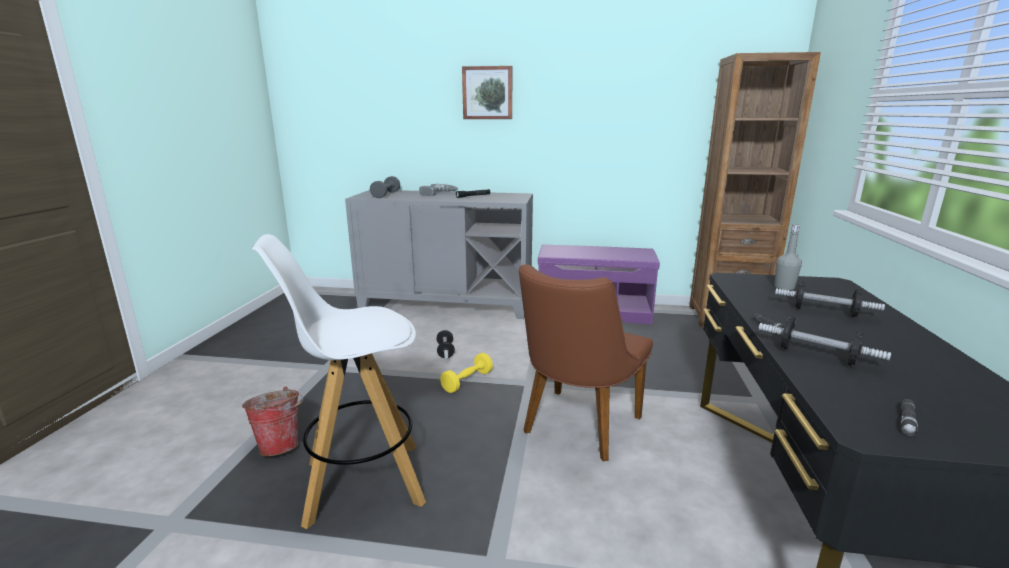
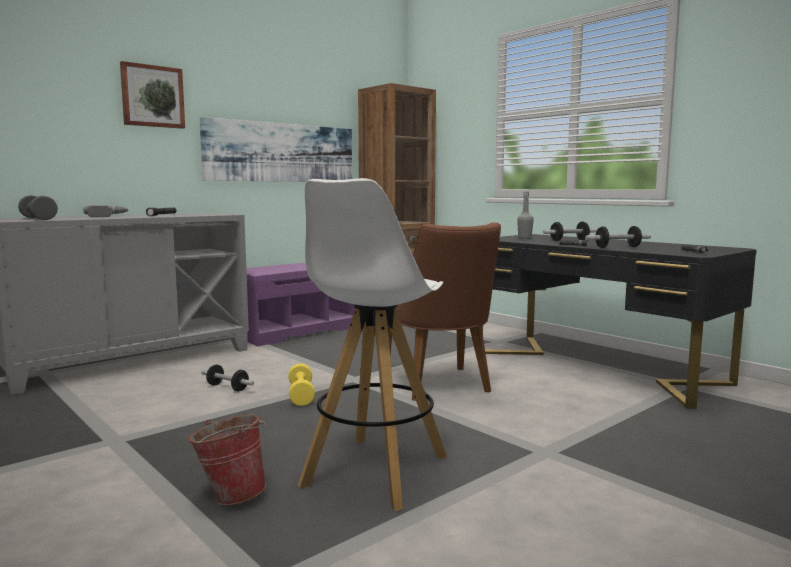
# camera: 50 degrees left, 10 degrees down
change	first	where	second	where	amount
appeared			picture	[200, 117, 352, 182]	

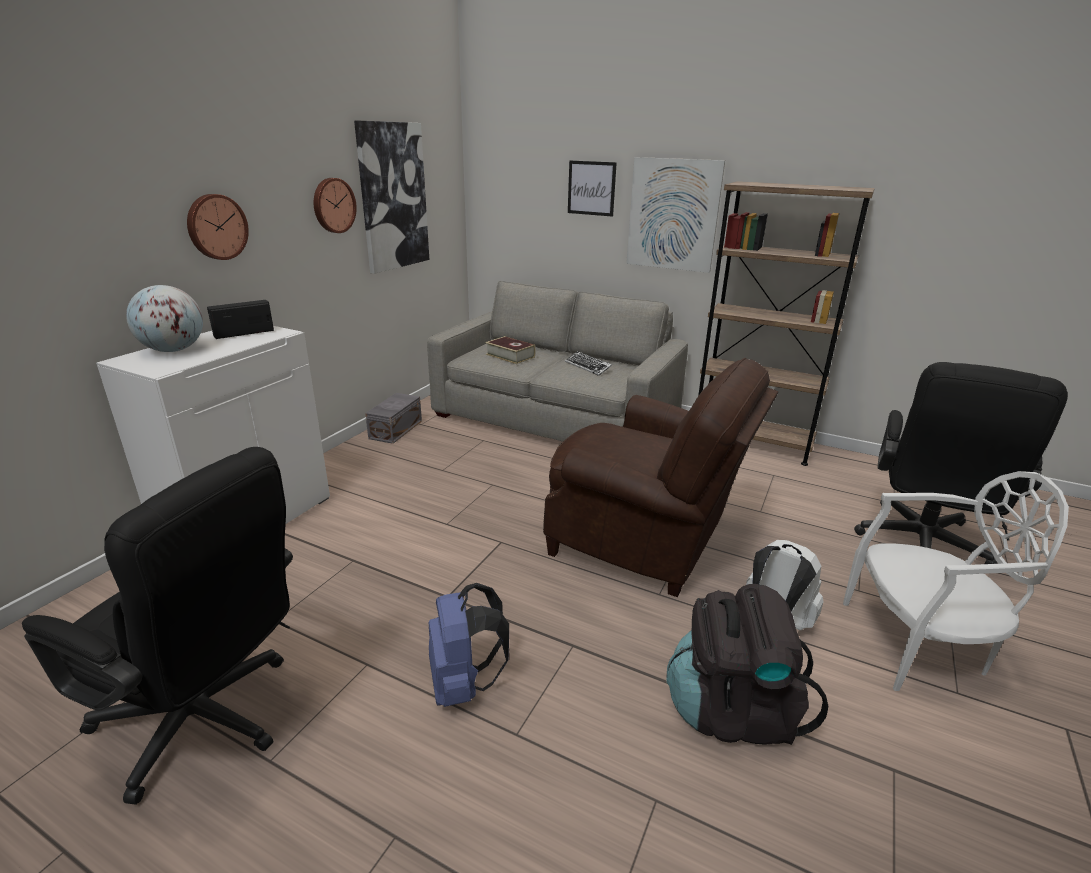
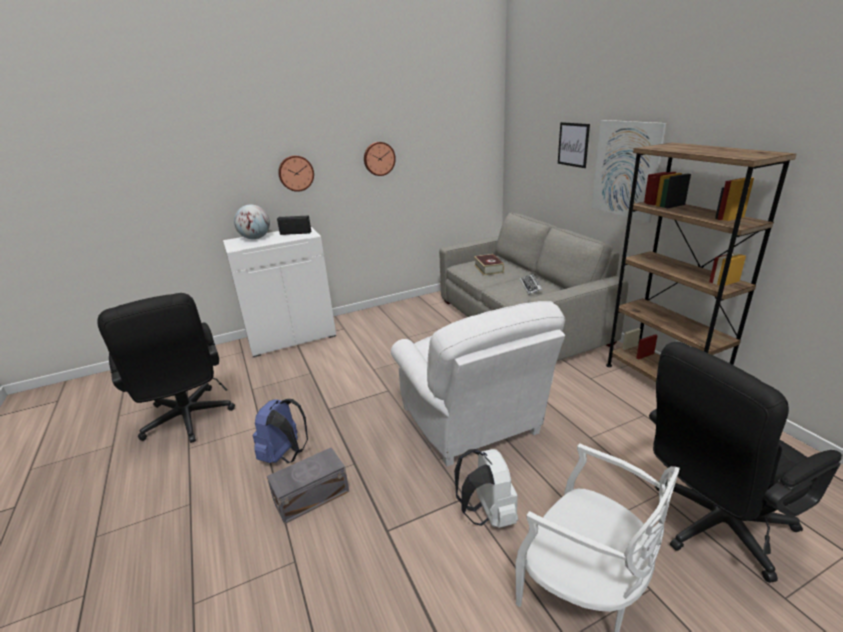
# camera: 40 degrees right, 0 degrees up
change	first	where	second	where	amount
relocated	storage box/grey	[365, 393, 422, 444]		[267, 447, 349, 524]	
colour	armchair/brown	[543, 358, 778, 597]	armchair/white	[391, 301, 566, 466]	
missing	picture	[354, 120, 429, 274]			
missing	backpack/black	[667, 584, 828, 745]			

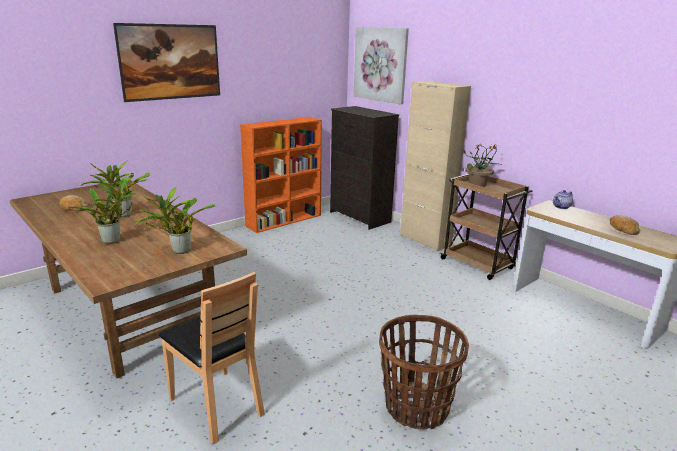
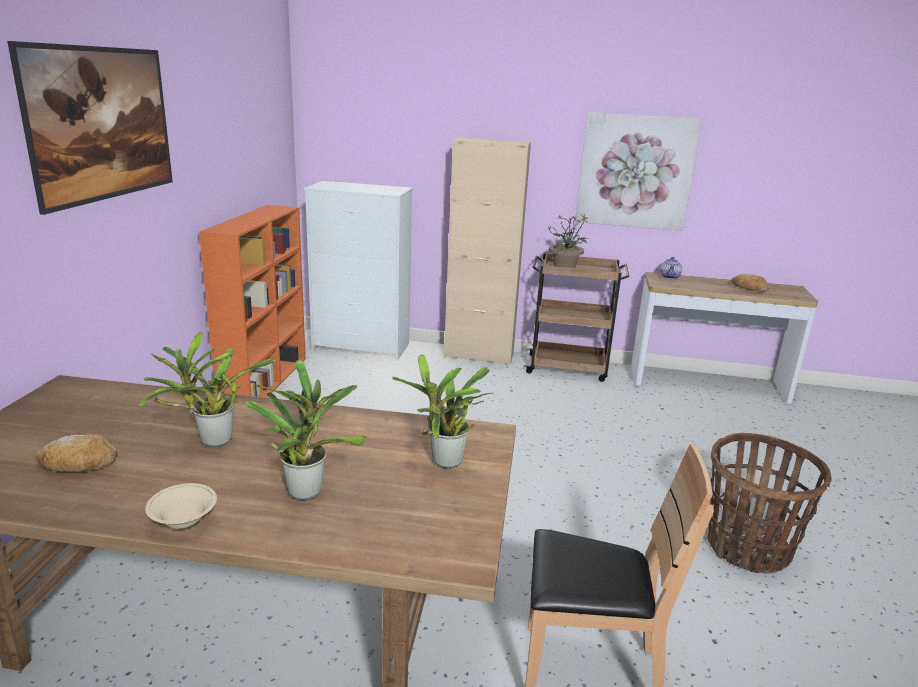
# camera: 40 degrees left, 0 degrees up
change	first	where	second	where	amount
appeared			bowl/beige	[145, 483, 217, 530]	
colour	dresser/black	[330, 106, 399, 230]	dresser/white	[304, 181, 413, 361]	
relocated	picture	[354, 27, 409, 105]		[575, 112, 702, 231]	

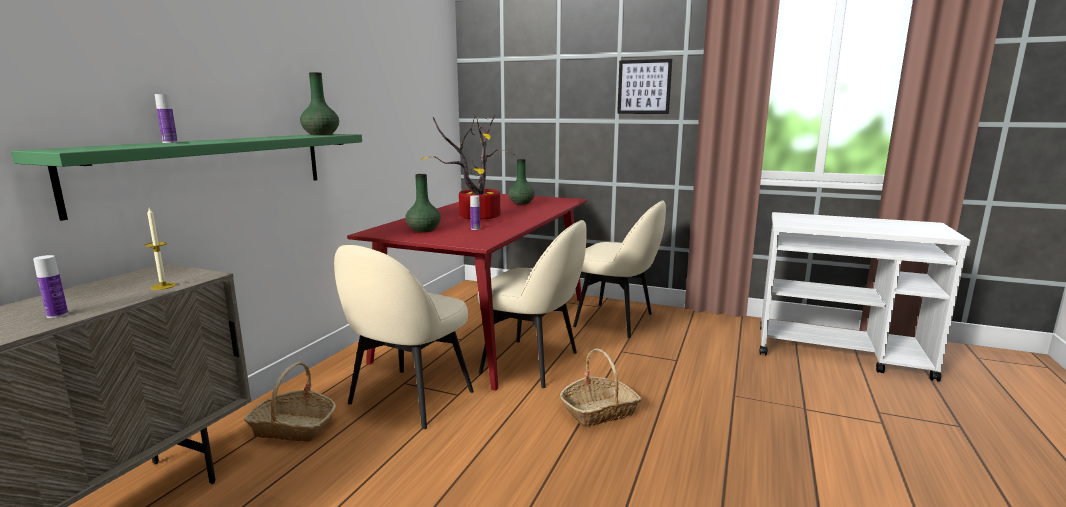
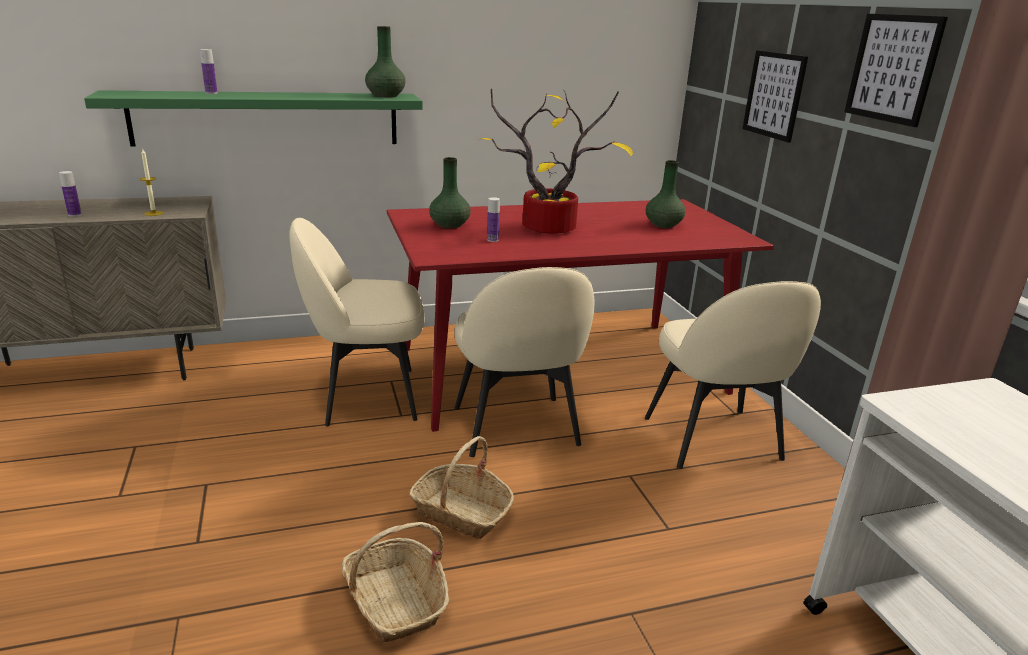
# camera: 50 degrees right, 10 degrees up
change	first	where	second	where	amount
relocated	basket	[244, 362, 336, 442]		[342, 522, 449, 643]	
appeared			picture	[742, 50, 808, 143]	

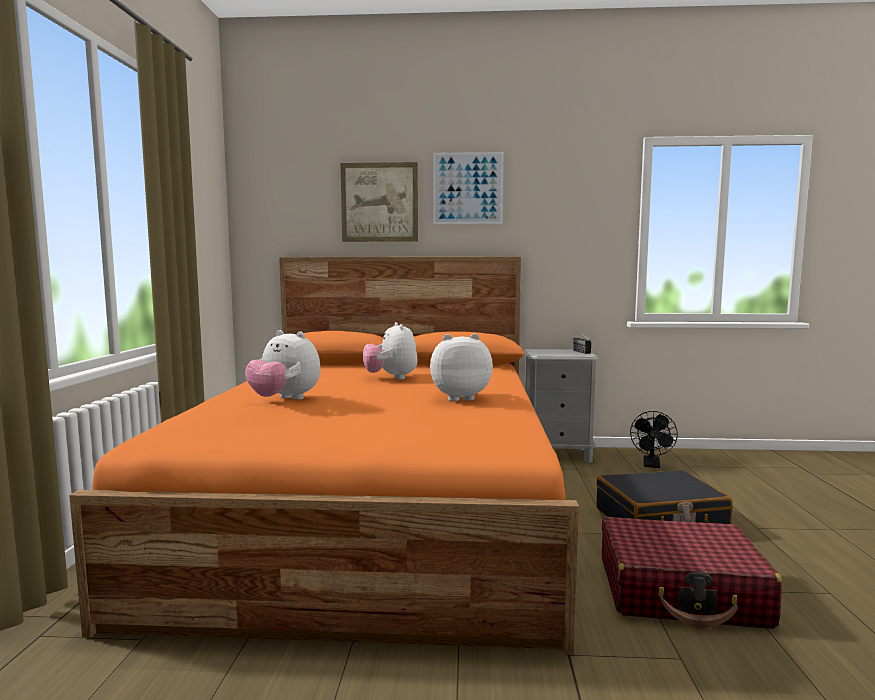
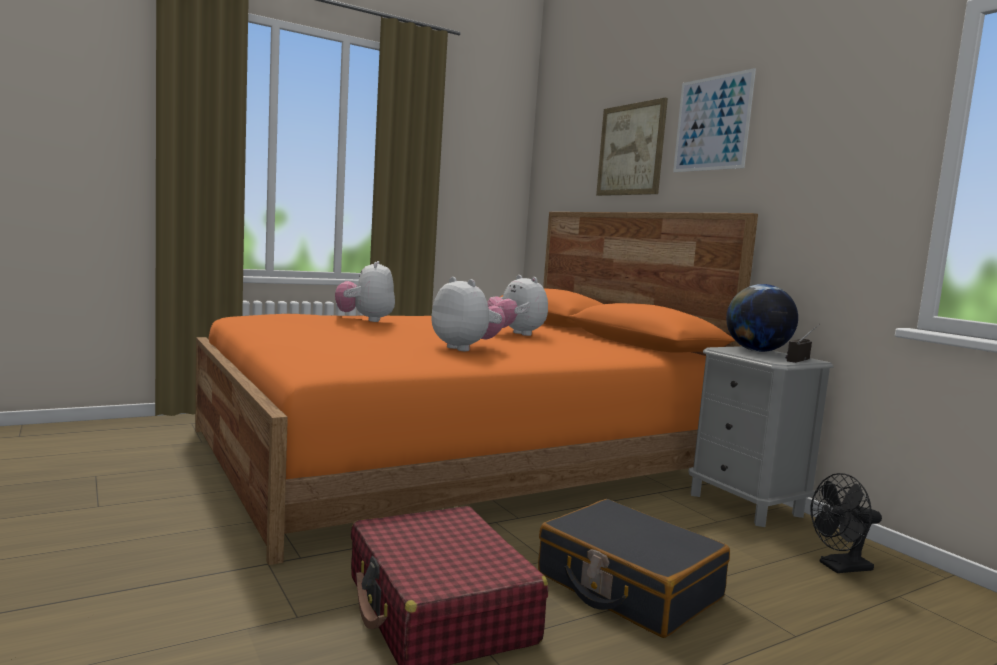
# camera: 55 degrees right, 0 degrees up
change	first	where	second	where	amount
spun	plush toy	[363, 322, 418, 380]		[487, 275, 548, 336]	75 degrees counterclockwise
appeared			globe	[726, 284, 798, 352]	

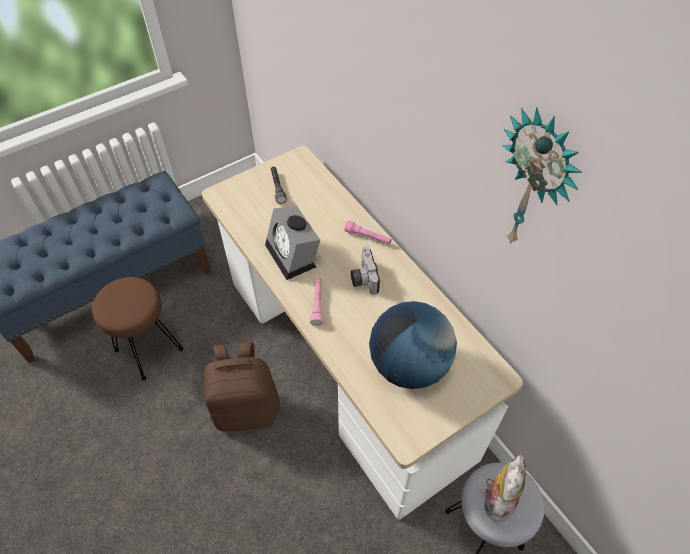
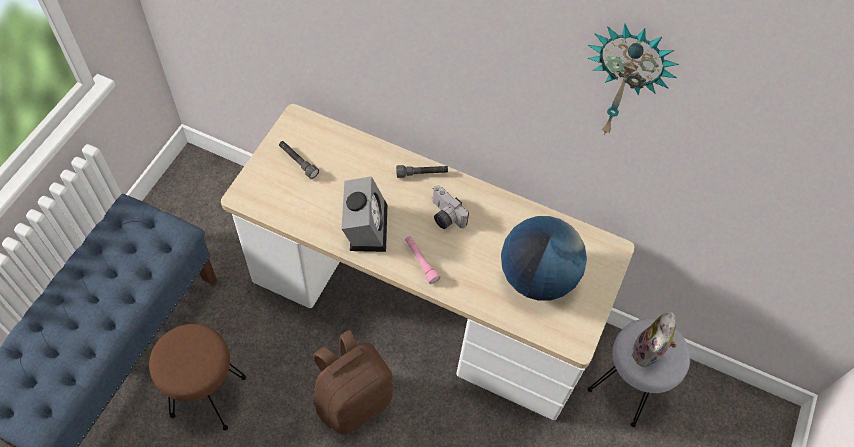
# camera: 35 degrees left, 5 degrees up
change	first	where	second	where	amount
spun	alarm clock	[265, 205, 320, 280]		[342, 176, 387, 252]	120 degrees counterclockwise
colour	flashlight/pink	[344, 220, 392, 244]	flashlight/grey	[396, 165, 448, 178]	
spun	plush toy	[484, 455, 526, 528]		[631, 312, 677, 368]	150 degrees counterclockwise

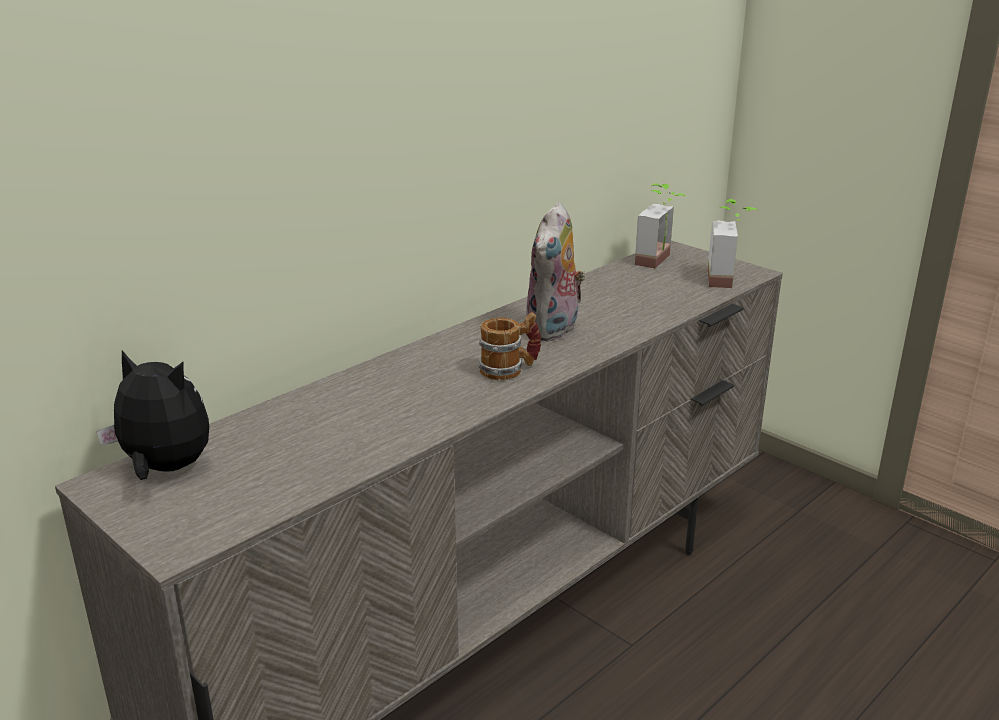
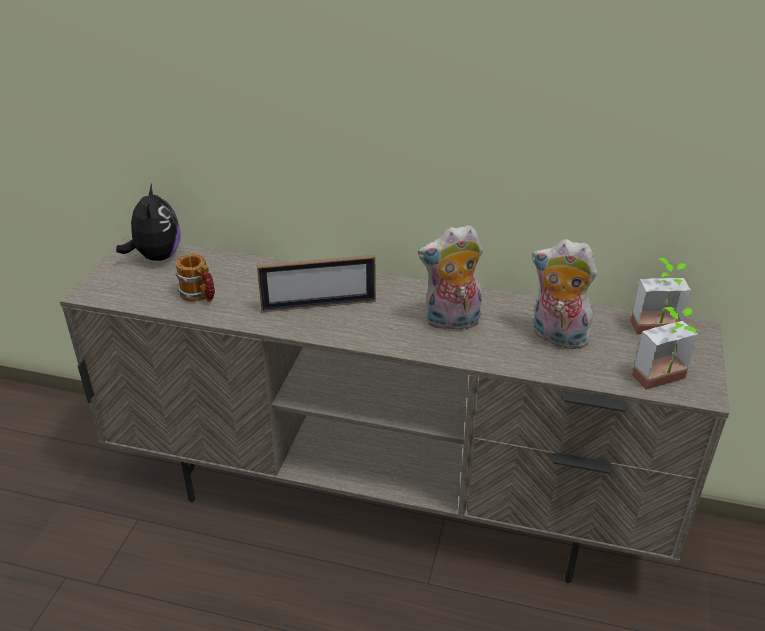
# camera: 60 degrees right, 10 degrees up
change	first	where	second	where	amount
relocated	mug	[478, 312, 541, 380]		[176, 254, 215, 302]	
appeared			picture frame	[257, 255, 376, 312]	
appeared			plush toy	[532, 239, 597, 351]	

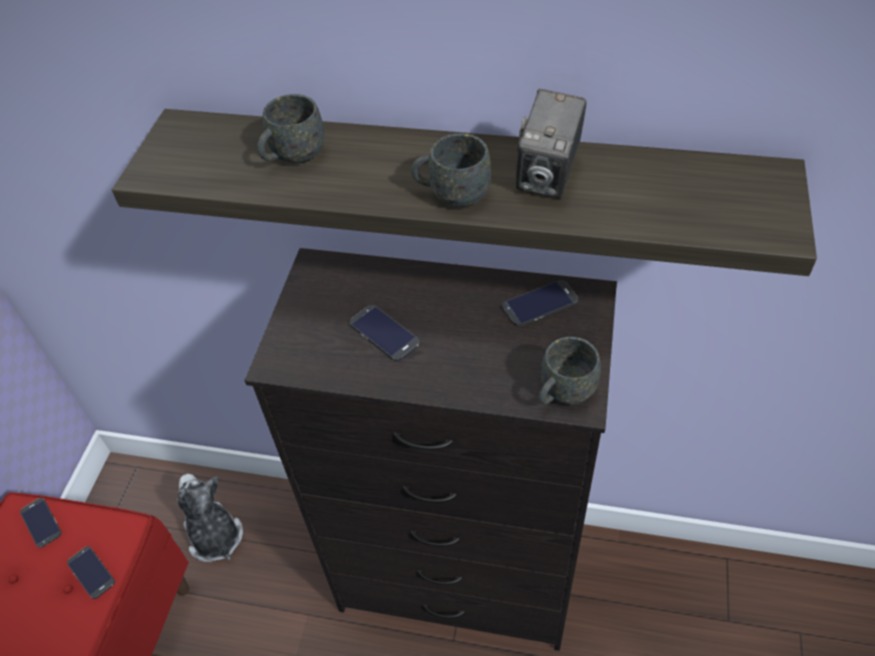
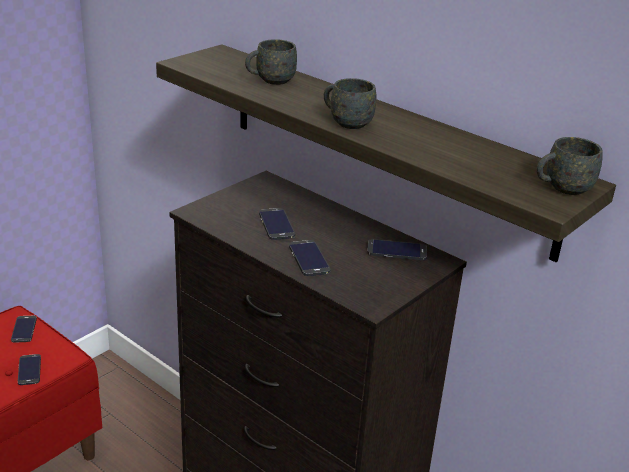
# camera: 25 degrees right, 20 degrees down
change	first	where	second	where	amount
appeared			phone	[289, 240, 330, 276]	
relocated	mug/grey	[539, 337, 601, 405]		[536, 137, 603, 195]	
missing	plush toy	[177, 474, 243, 562]			
missing	photo camera	[516, 89, 587, 199]			

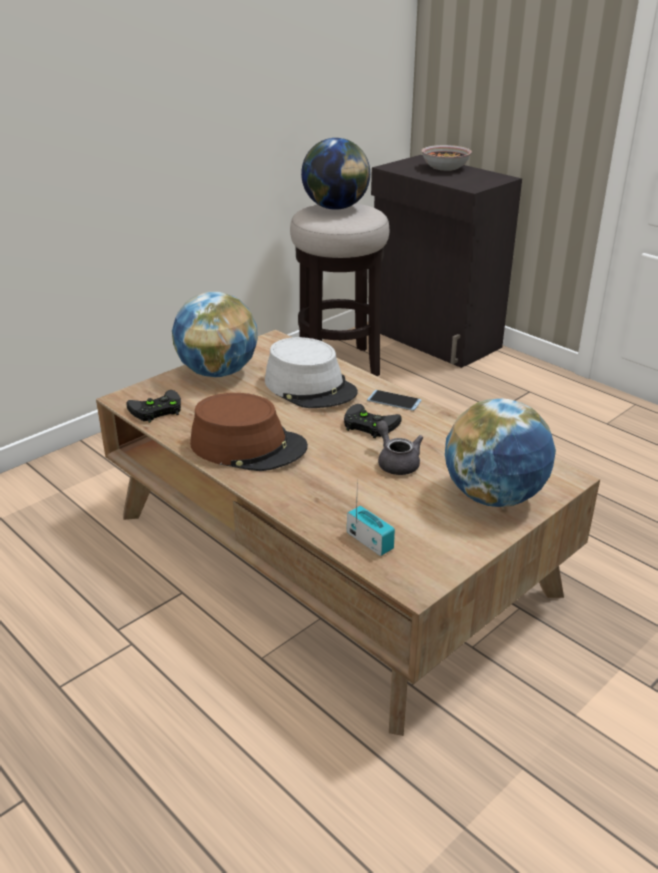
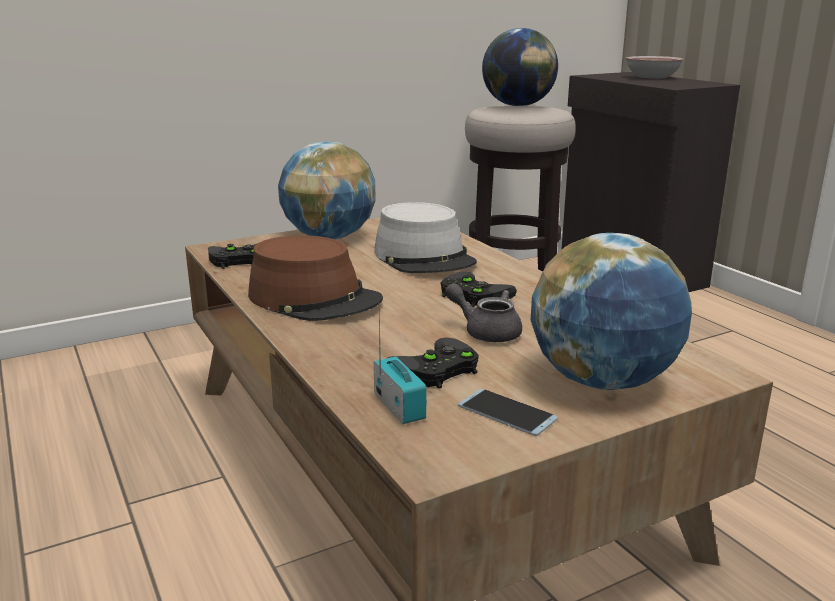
# camera: 15 degrees right, 10 degrees down
change	first	where	second	where	amount
appeared			game controller/black	[388, 337, 479, 389]	
spun	teapot/grey	[376, 420, 423, 475]		[445, 283, 522, 342]	45 degrees counterclockwise
relocated	phone	[367, 390, 422, 411]		[458, 389, 558, 436]	

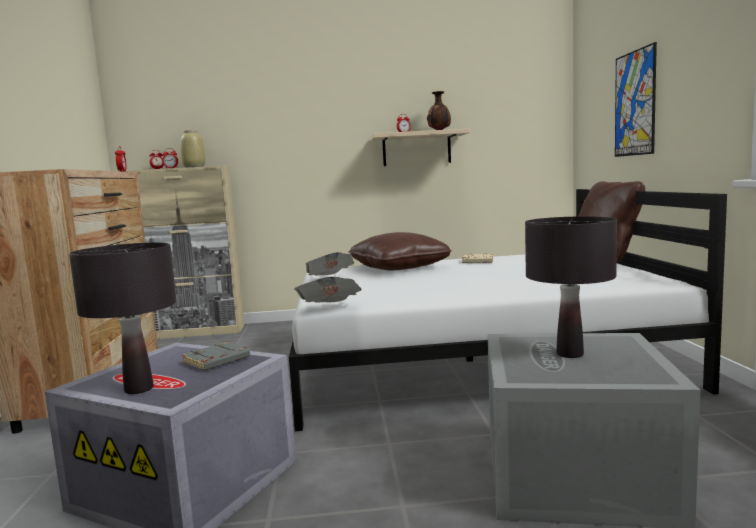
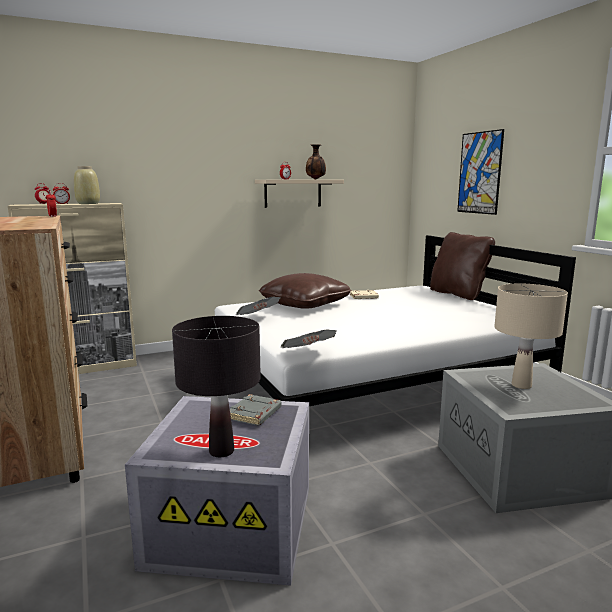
# camera: 20 degrees left, 5 degrees up
change	first	where	second	where	amount
colour	table lamp/black	[525, 216, 617, 358]	table lamp/beige	[494, 283, 568, 389]	

